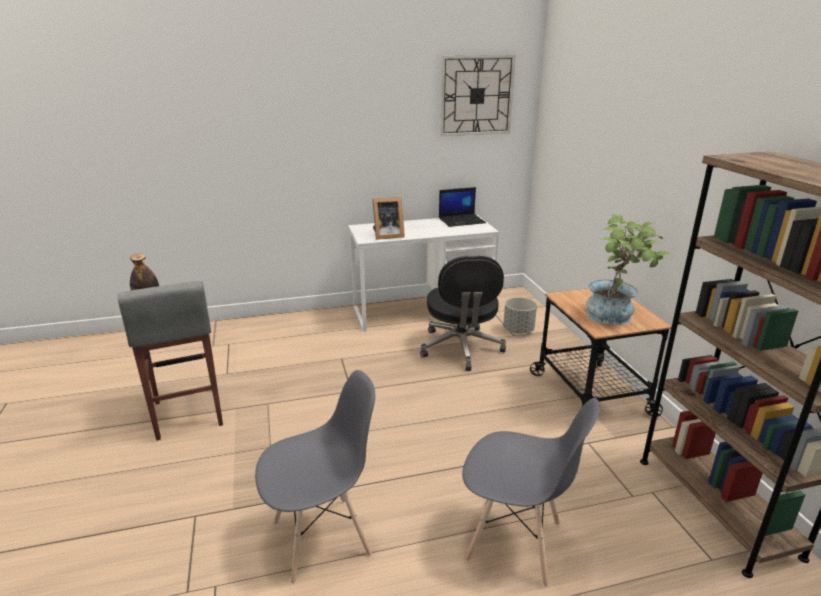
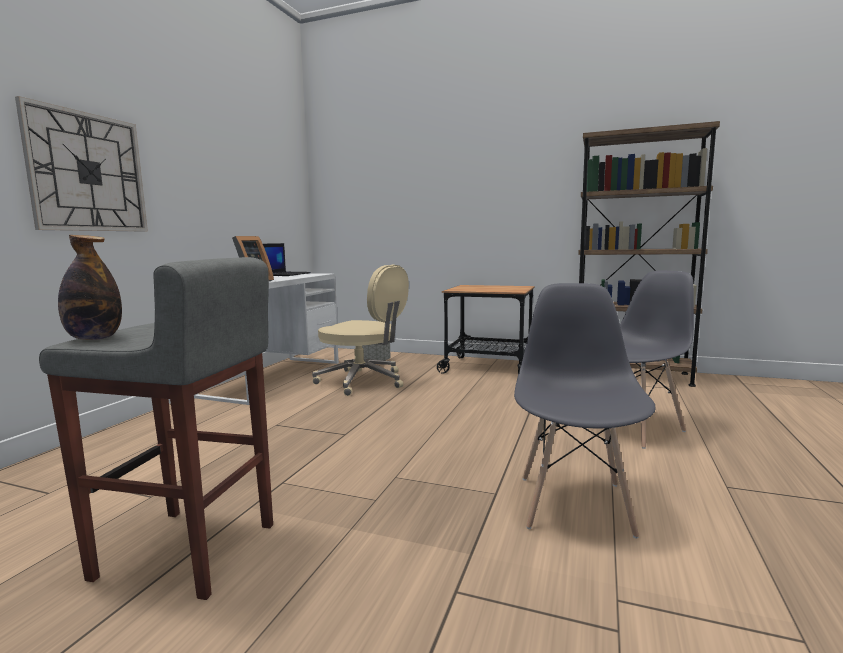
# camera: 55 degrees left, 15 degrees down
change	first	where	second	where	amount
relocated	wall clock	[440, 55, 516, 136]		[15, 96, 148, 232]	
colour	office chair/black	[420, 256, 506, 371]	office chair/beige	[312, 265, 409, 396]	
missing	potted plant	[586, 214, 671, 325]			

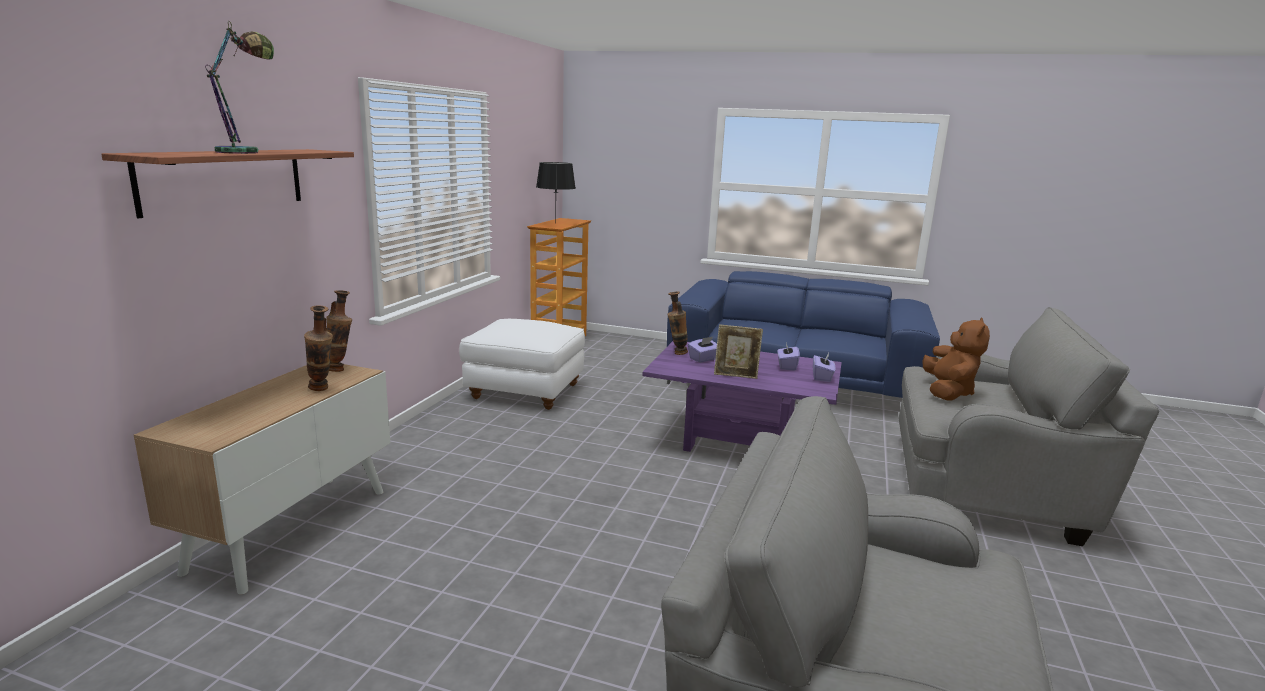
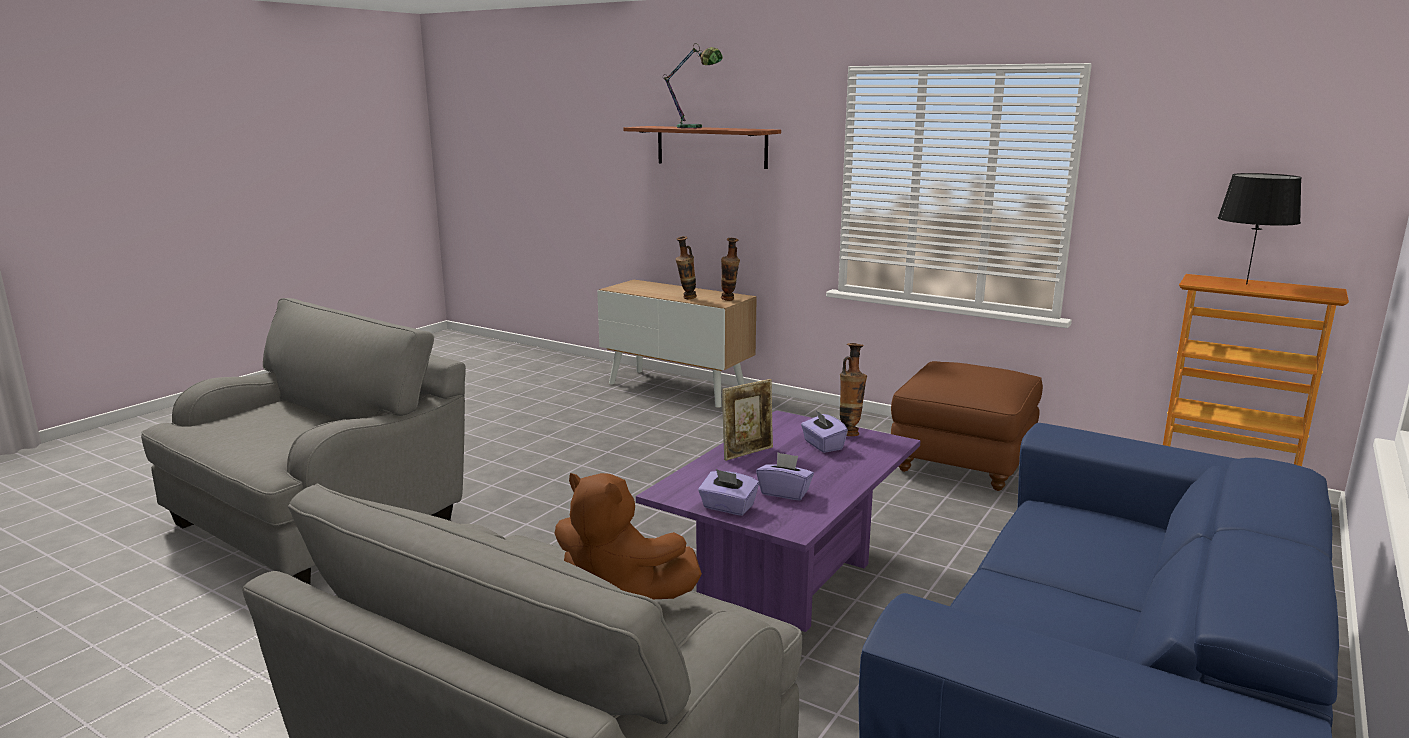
# camera: 105 degrees right, 0 degrees up
change	first	where	second	where	amount
spun	picture frame	[714, 324, 763, 379]		[722, 379, 773, 461]	150 degrees counterclockwise
colour	ottoman/white	[459, 319, 585, 410]	ottoman/brown	[891, 361, 1043, 491]	

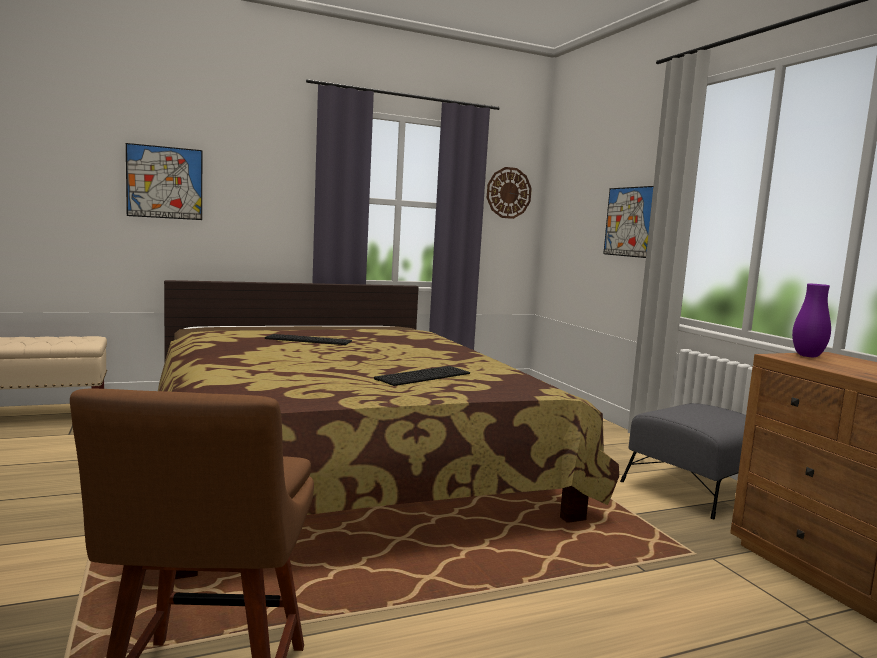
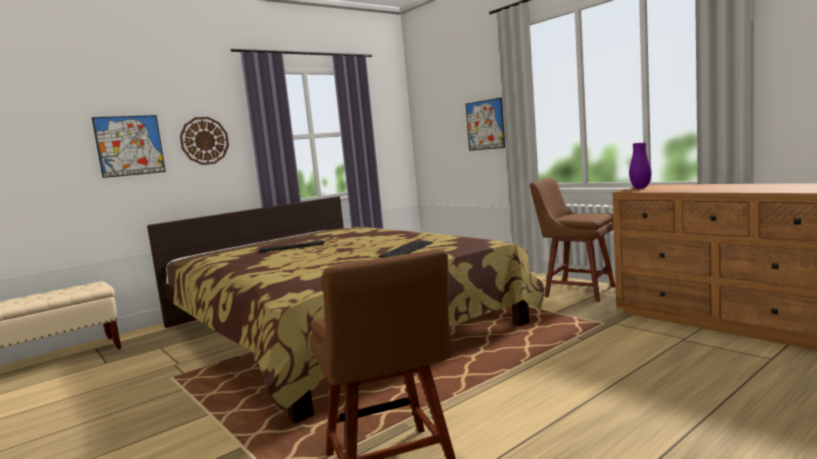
# camera: 15 degrees left, 0 degrees up
change	first	where	second	where	amount
relocated	wall clock	[487, 167, 532, 219]		[180, 117, 229, 165]	
exchanged	ottoman/grey	[620, 403, 746, 519]	chair/brown	[530, 178, 616, 302]	

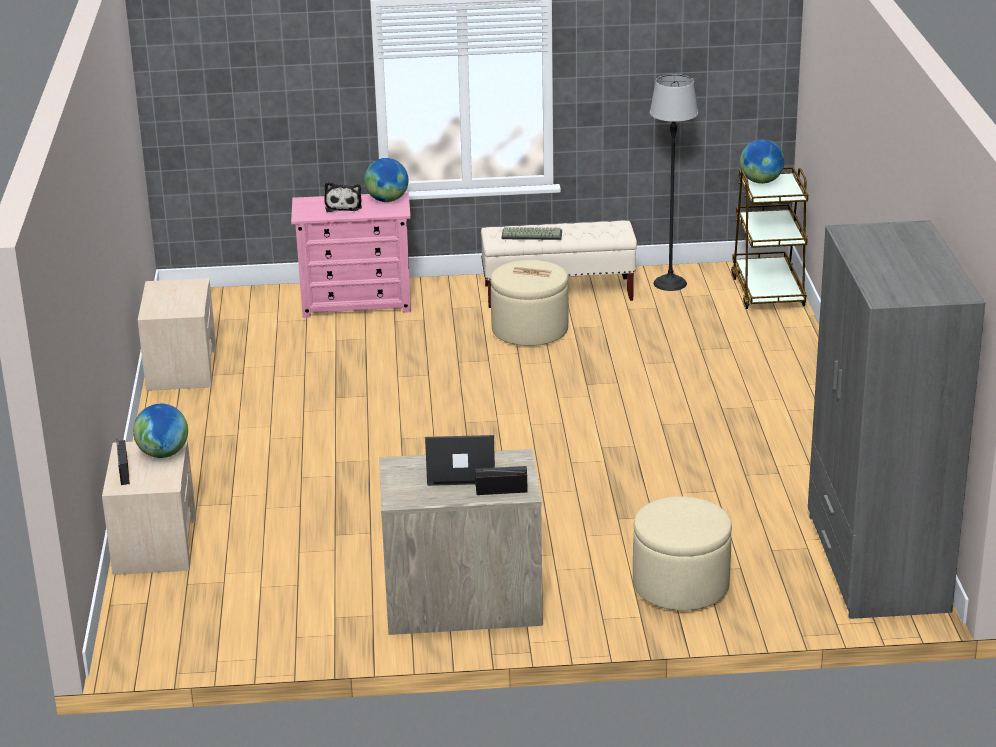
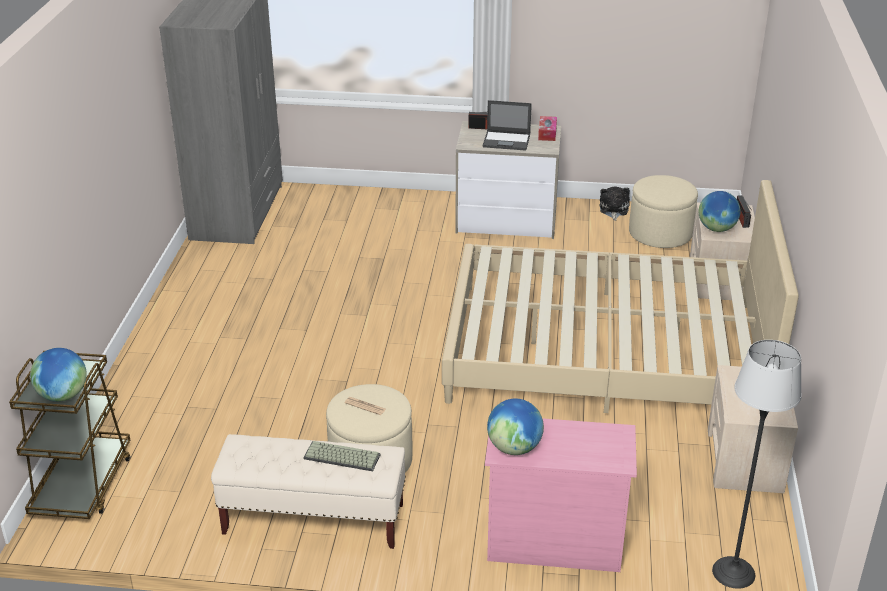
# camera: 170 degrees left, 5 degrees up
change	first	where	second	where	amount
appeared			bed/beige	[442, 180, 799, 413]	
appeared			tissue box	[538, 116, 557, 141]	
relocated	plush toy	[324, 182, 362, 212]		[599, 187, 630, 221]	
relocated	ottoman/beige	[633, 496, 732, 611]		[629, 175, 698, 248]	
relocated	floor lamp	[650, 74, 698, 291]		[712, 340, 802, 589]	

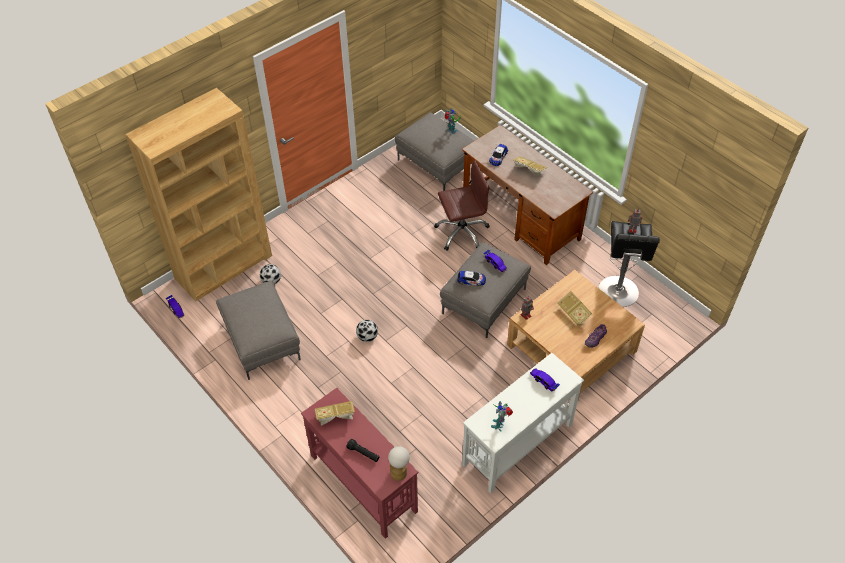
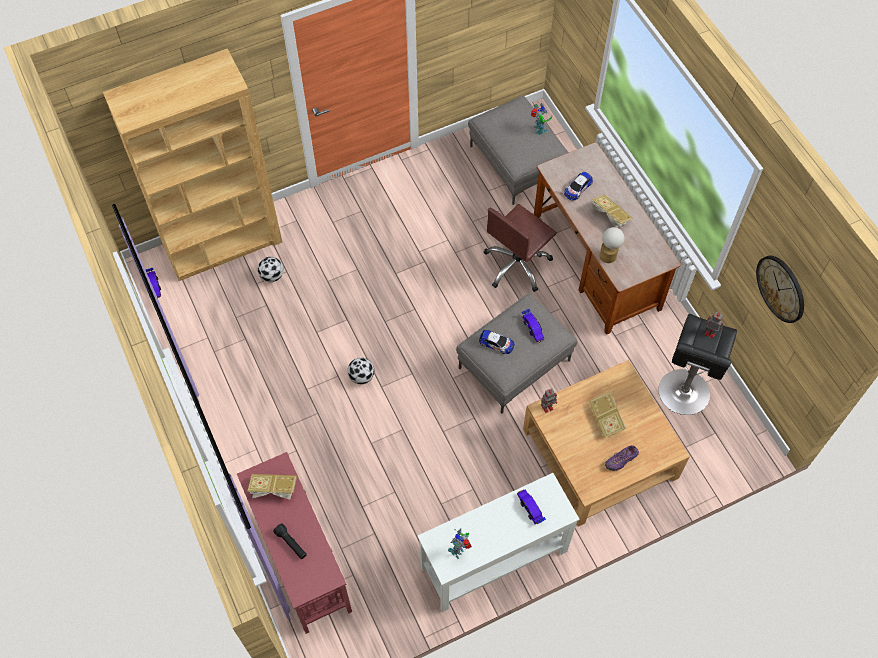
# camera: 15 degrees right, 10 degrees up
change	first	where	second	where	amount
spun	office chair/brown	[434, 160, 490, 251]		[484, 204, 557, 292]	135 degrees clockwise
relocated	table lamp	[388, 446, 410, 481]		[600, 227, 624, 263]	
appeared			wall clock	[756, 256, 804, 323]	
missing	ottoman/grey	[216, 281, 301, 380]			

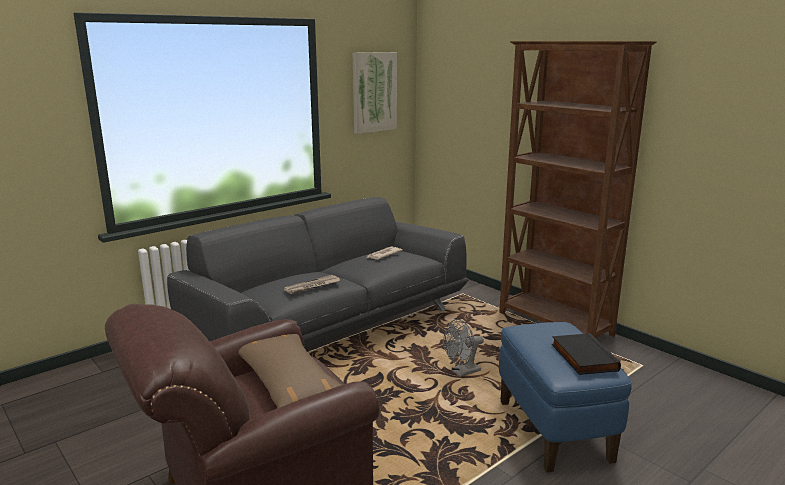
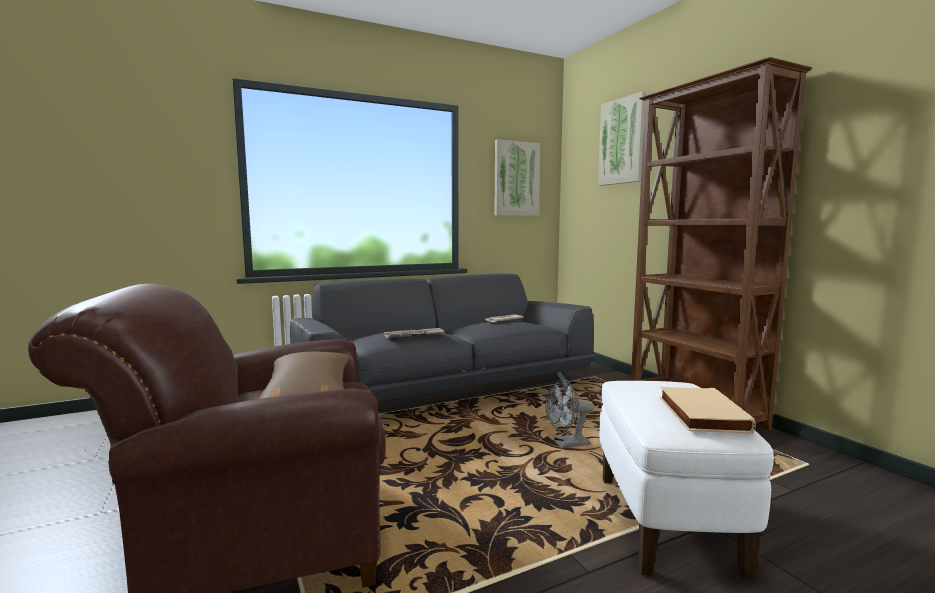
# camera: 15 degrees right, 10 degrees down
change	first	where	second	where	amount
appeared			picture	[598, 91, 647, 186]	
colour	ottoman/blue	[499, 322, 632, 473]	ottoman/white	[599, 381, 774, 580]	
colour	book/black	[551, 333, 621, 375]	book/beige	[660, 387, 756, 434]	

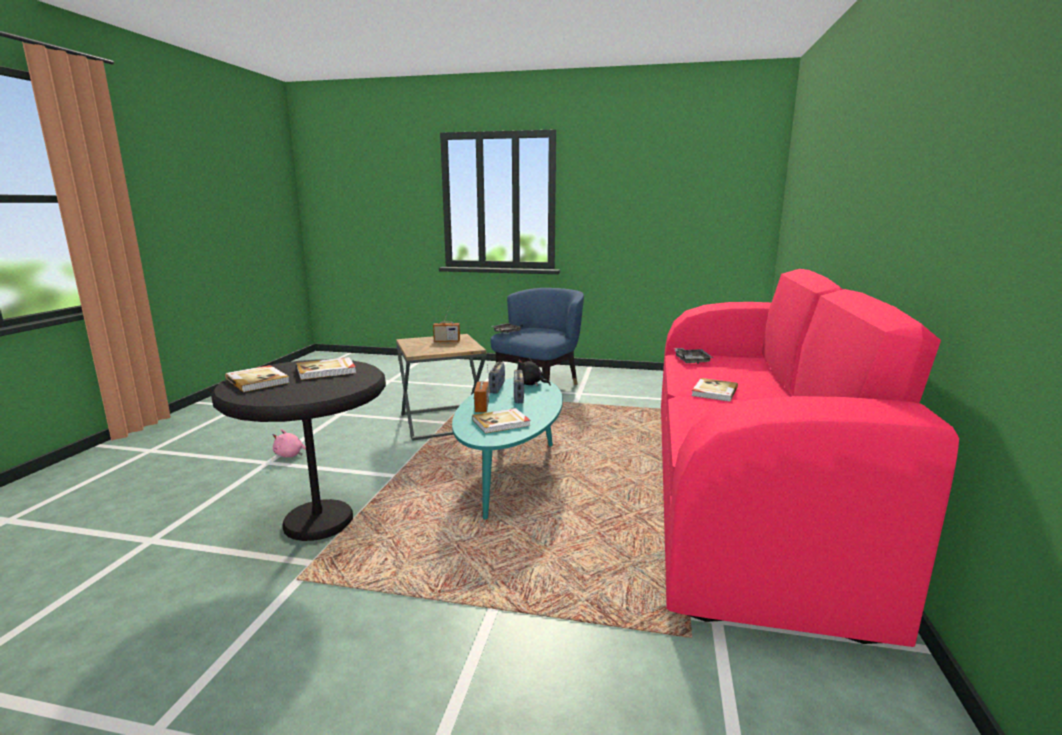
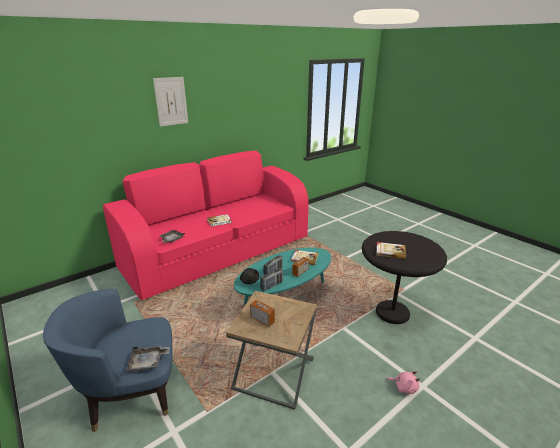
# camera: 140 degrees left, 10 degrees up
change	first	where	second	where	amount
appeared			picture	[153, 77, 188, 127]	
missing	book	[225, 365, 290, 392]			

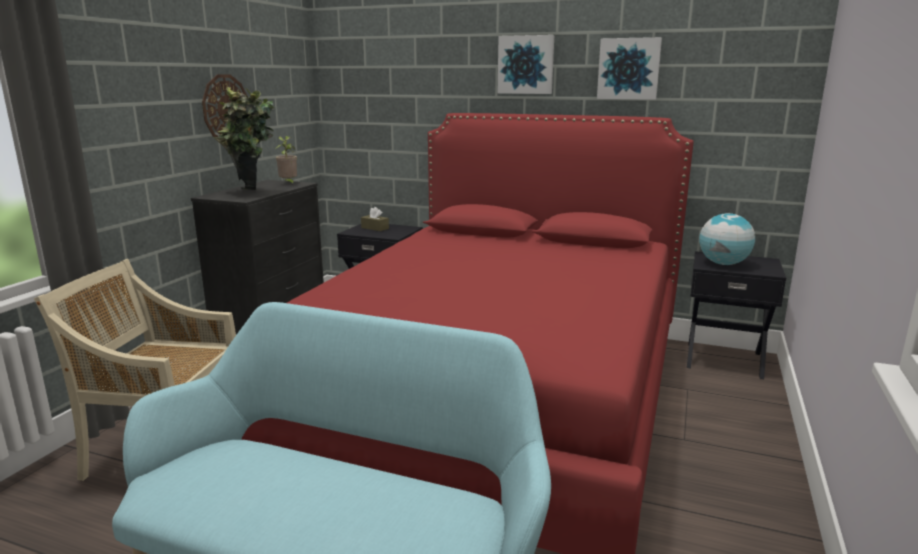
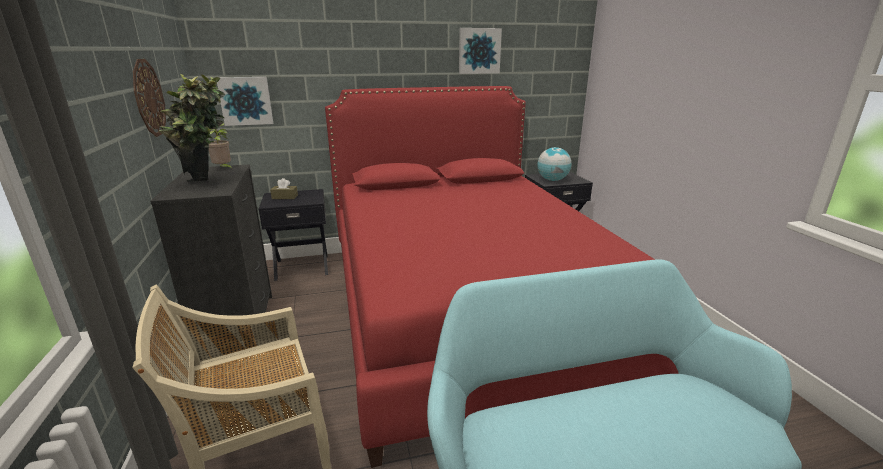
# camera: 35 degrees left, 5 degrees up
change	first	where	second	where	amount
relocated	picture	[498, 35, 554, 94]		[217, 77, 273, 126]	

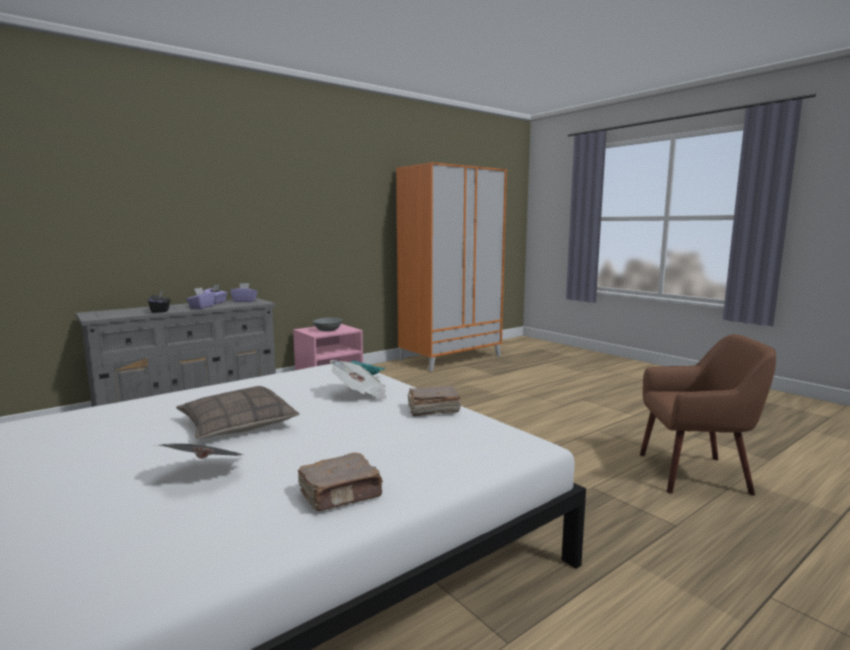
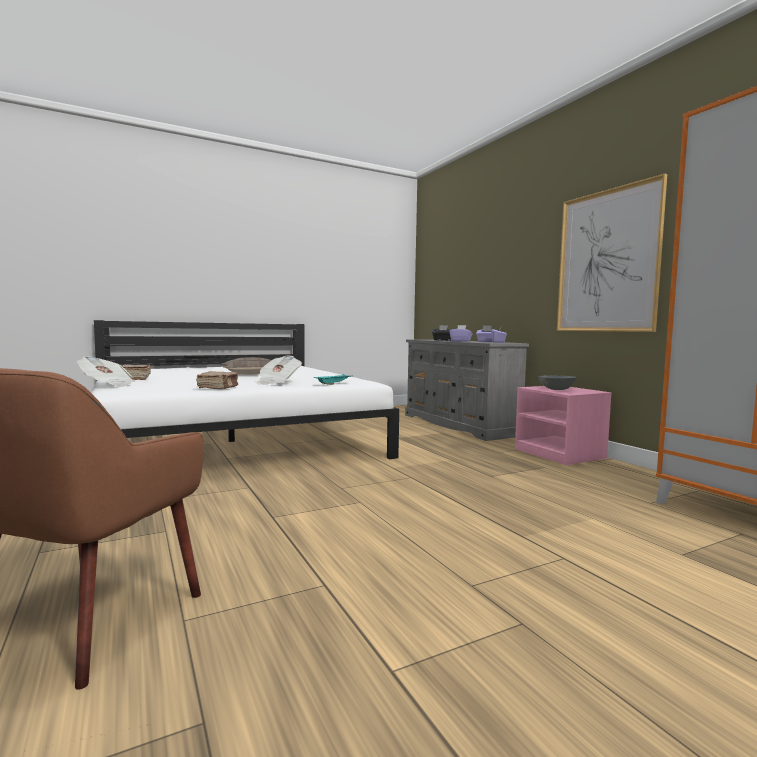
# camera: 100 degrees right, 5 degrees down
change	first	where	second	where	amount
relocated	newspaper	[153, 443, 244, 459]		[77, 356, 135, 387]	
appeared			picture	[557, 174, 667, 332]	

